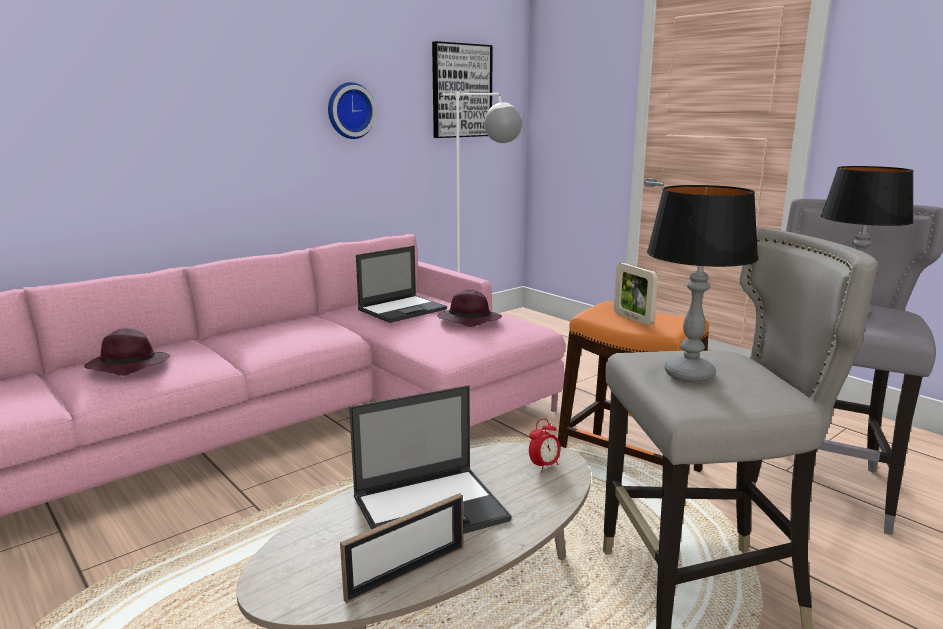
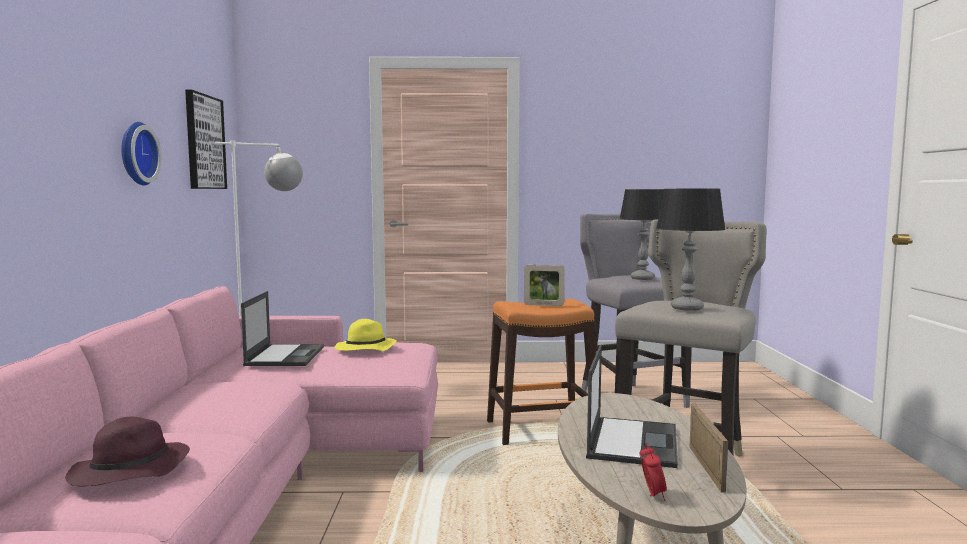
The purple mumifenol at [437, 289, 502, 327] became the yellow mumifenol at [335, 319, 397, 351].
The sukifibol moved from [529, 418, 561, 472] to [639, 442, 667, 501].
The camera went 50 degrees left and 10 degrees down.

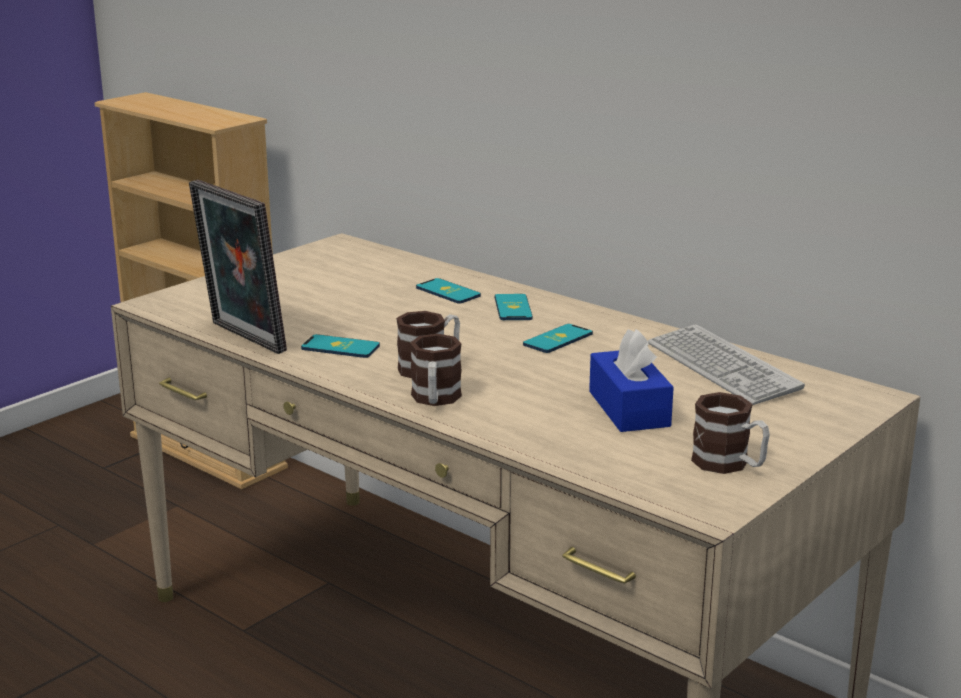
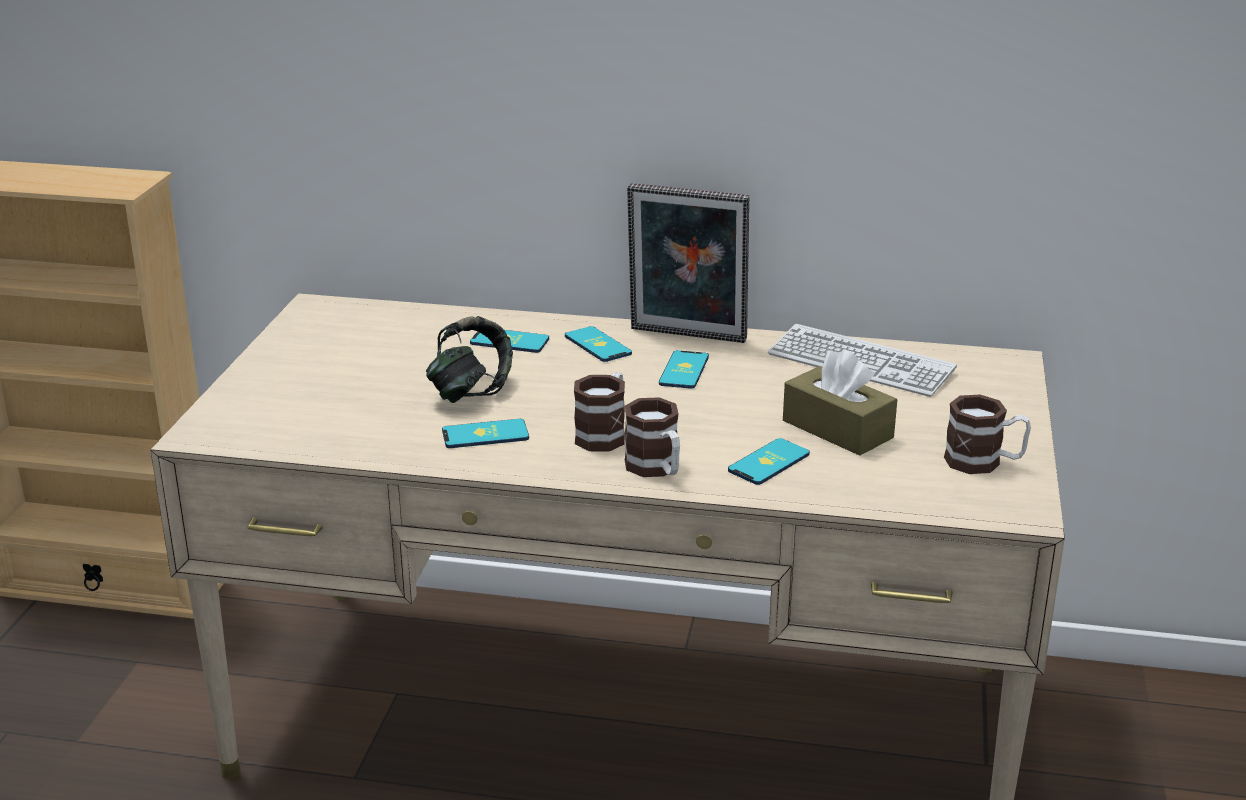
The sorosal moved from [189, 180, 287, 354] to [627, 183, 749, 343].
The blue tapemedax at [589, 329, 674, 432] became the brown tapemedax at [783, 349, 897, 456].
The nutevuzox at [426, 316, 513, 403] appeared.
The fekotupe at [728, 438, 810, 485] appeared.
The camera went 30 degrees left and 5 degrees up.

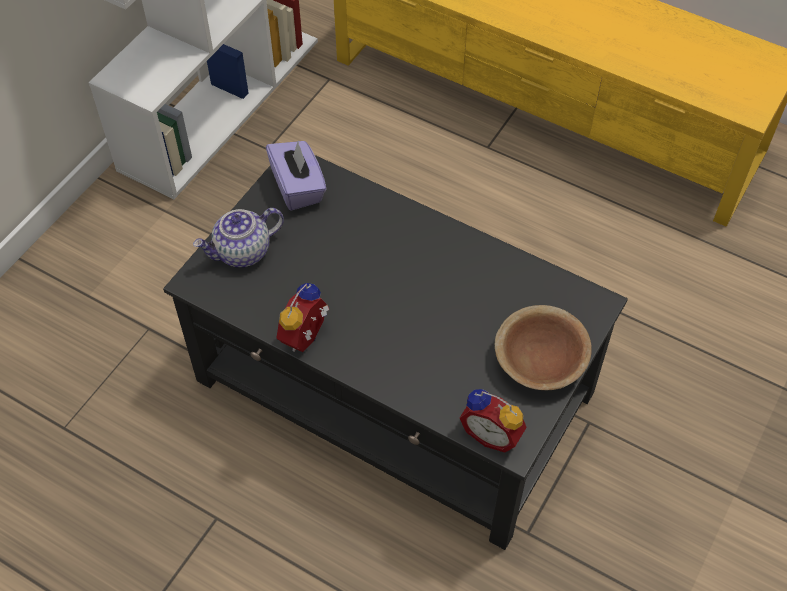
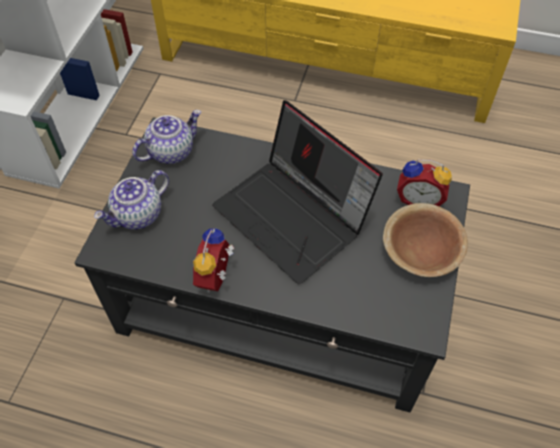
The purple tapemedax at [266, 141, 326, 211] was replaced by the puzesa at [132, 110, 201, 164].
The sukifibol moved from [460, 389, 527, 453] to [397, 160, 452, 206].
The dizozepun at [212, 100, 383, 284] appeared.
The camera went 15 degrees left and 0 degrees up.

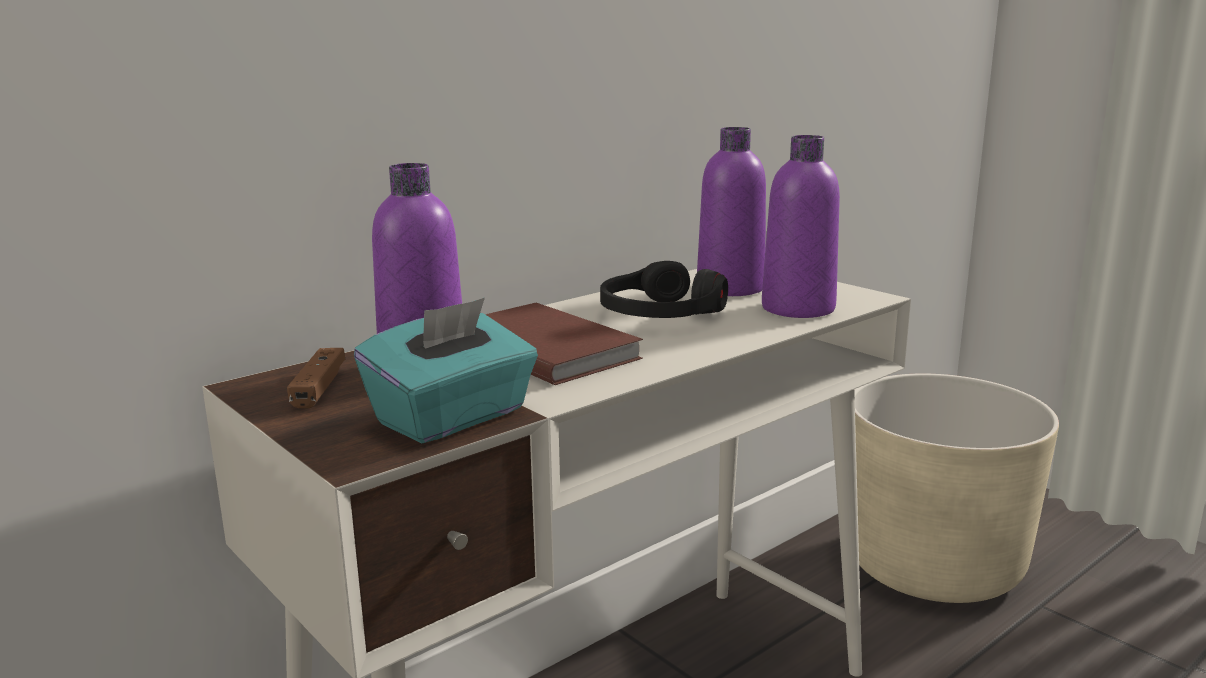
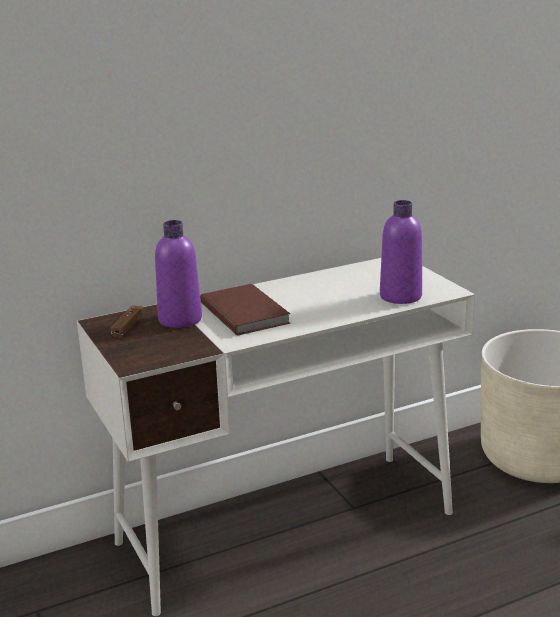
The turquoise tapemedax at [354, 298, 538, 443] disappeared.
The black nutevuzox at [600, 261, 728, 318] disappeared.
The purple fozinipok at [697, 127, 766, 296] disappeared.
The camera went 15 degrees right and 5 degrees up.

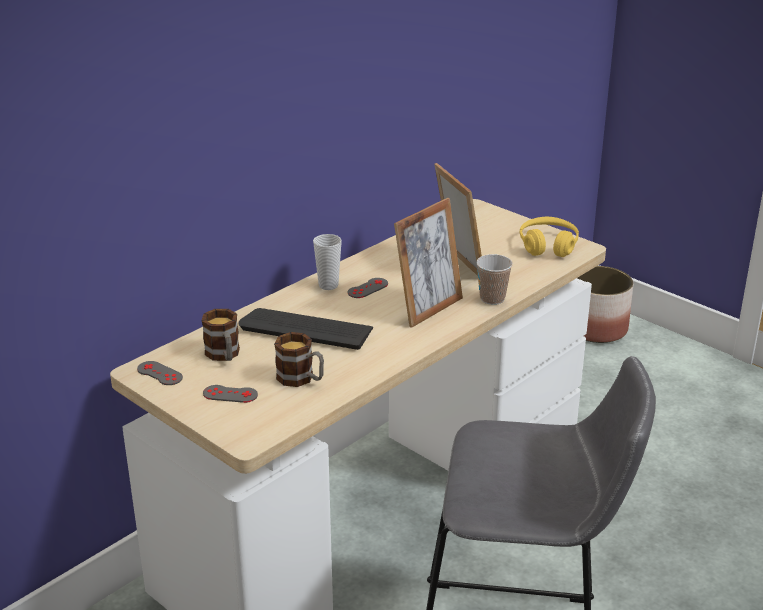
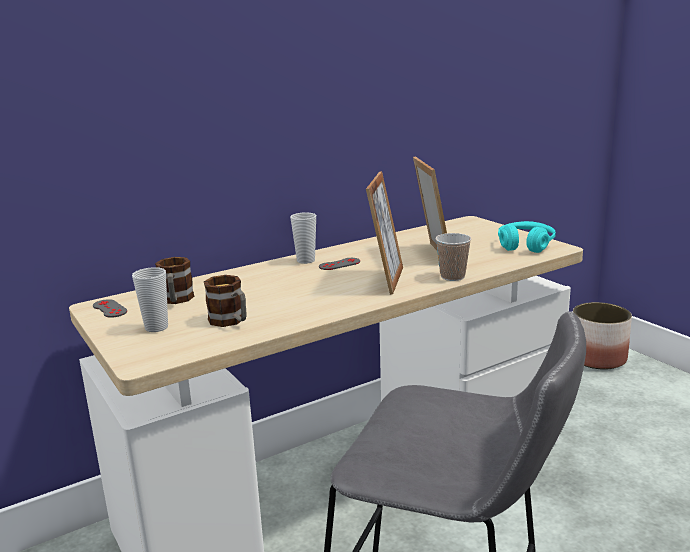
The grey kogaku at [203, 385, 258, 403] was replaced by the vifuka at [132, 267, 168, 332].
The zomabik at [238, 308, 373, 350] disappeared.
The sorosal at [394, 198, 463, 328] turned 45 degrees counterclockwise.
The yellow nutevuzox at [520, 217, 579, 257] became the turquoise nutevuzox at [498, 221, 556, 253].
The camera went 15 degrees right and 10 degrees down.

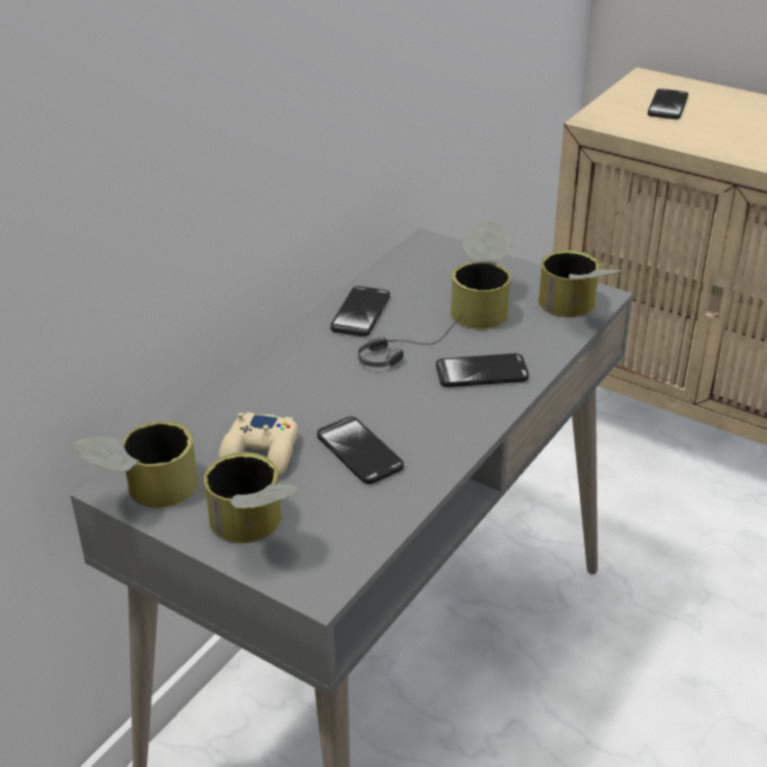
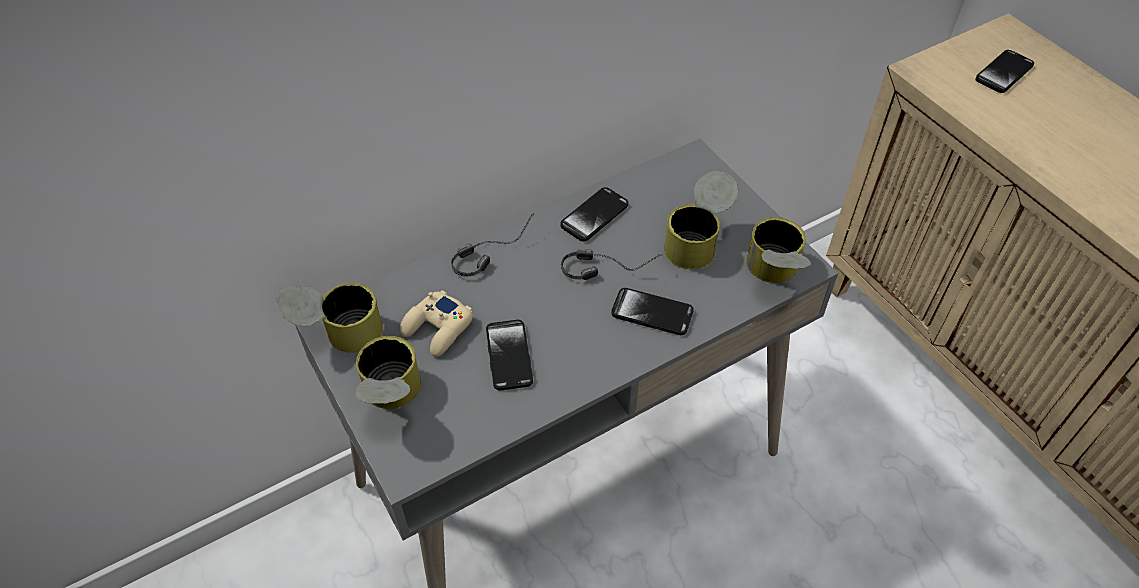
The nutevuzox at [451, 213, 534, 277] appeared.
The camera went 25 degrees right and 15 degrees up.

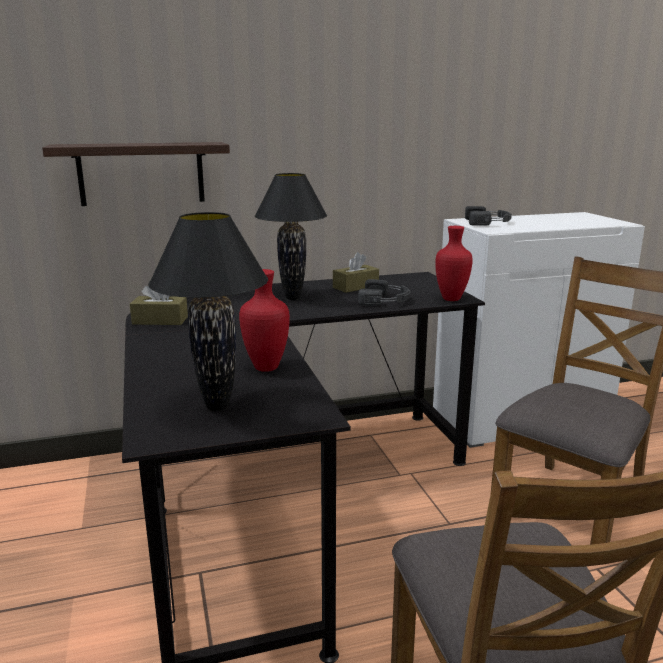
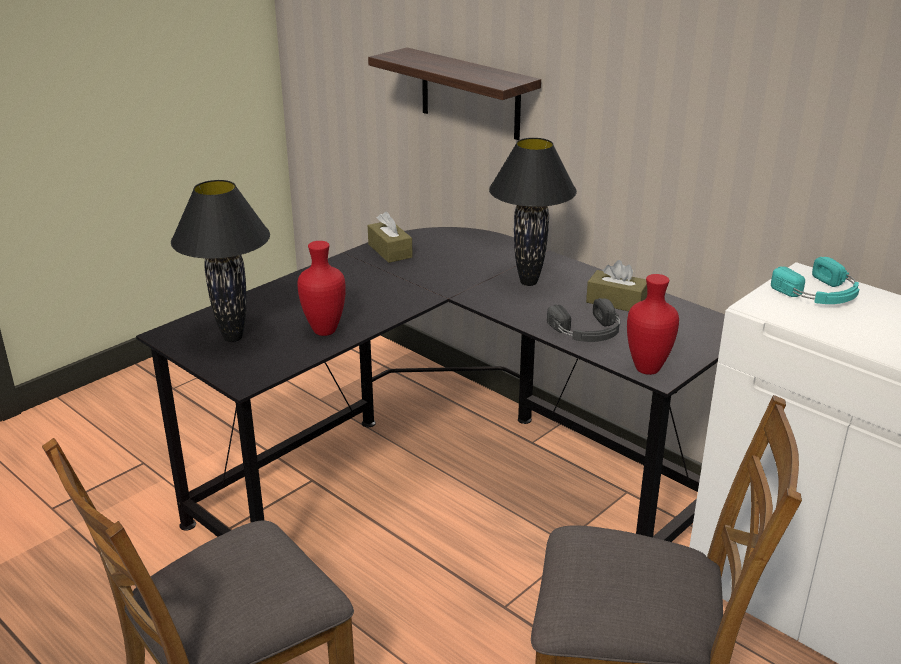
The black nutevuzox at [465, 206, 512, 226] became the turquoise nutevuzox at [771, 257, 859, 304].
The camera went 60 degrees right and 10 degrees up.

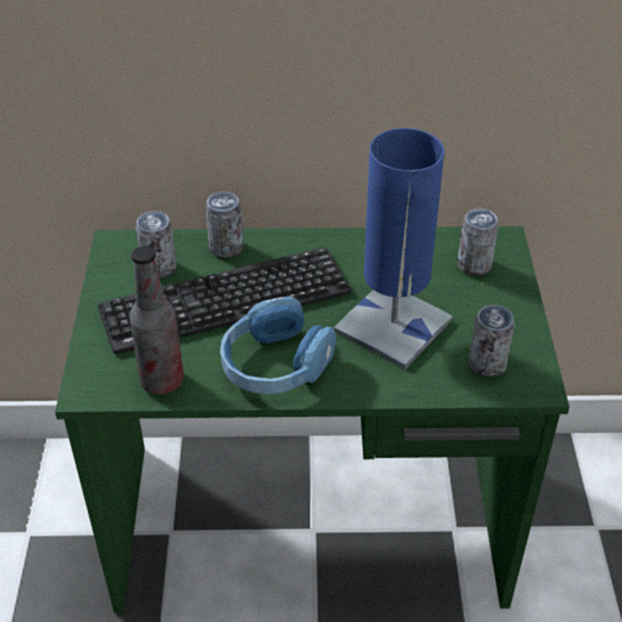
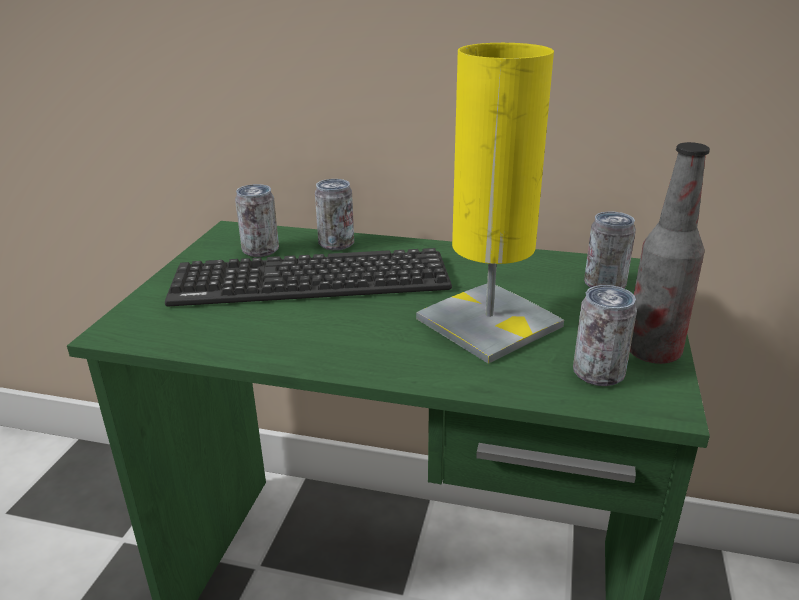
The fozinipok moved from [129, 246, 184, 395] to [630, 142, 710, 364].
The blue nutevuzox at [220, 296, 336, 394] disappeared.
The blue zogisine at [334, 128, 452, 369] became the yellow zogisine at [416, 43, 564, 364].
The camera went 15 degrees right and 15 degrees down.

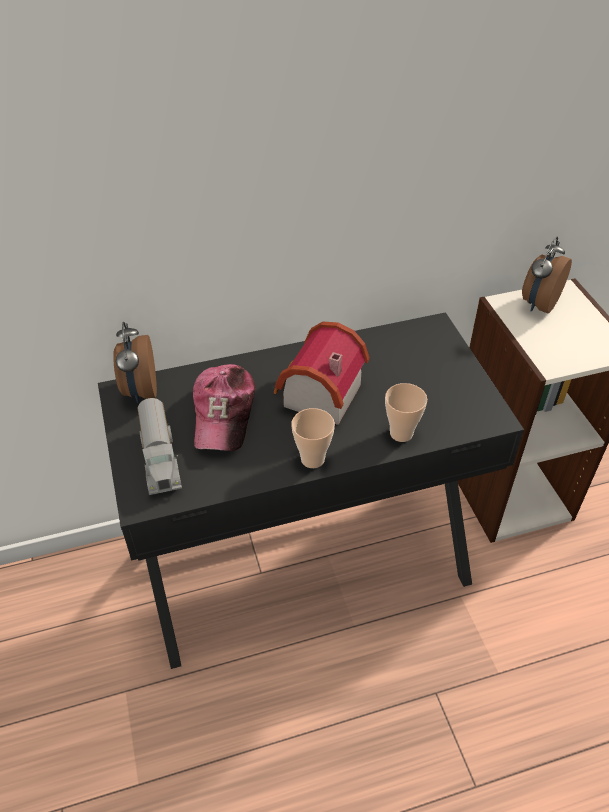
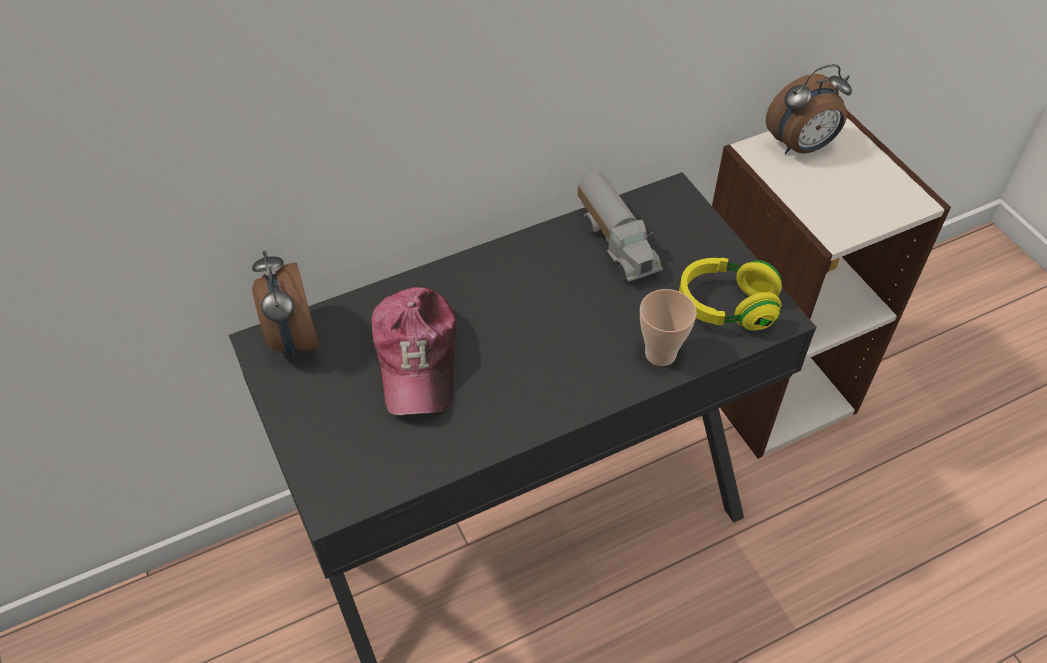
The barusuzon moved from [137, 398, 182, 495] to [577, 172, 663, 282].
The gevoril at [274, 322, 370, 425] disappeared.
The vifuka at [291, 408, 335, 468] disappeared.
The sukifibol at [522, 237, 572, 313] turned 135 degrees counterclockwise.
The yellow nutevuzox at [679, 258, 782, 331] appeared.
The camera went 10 degrees left and 5 degrees up.

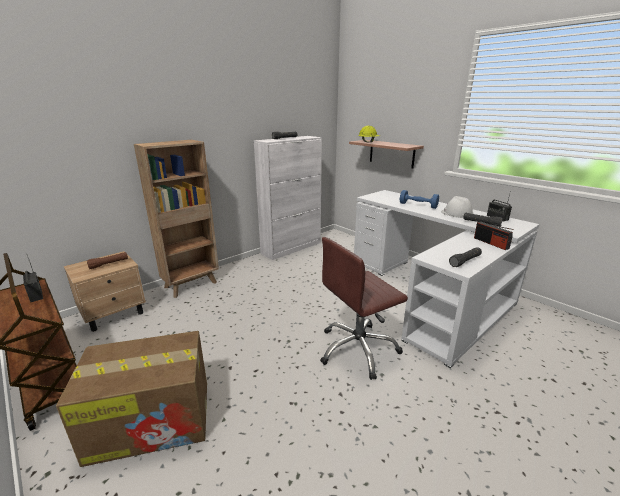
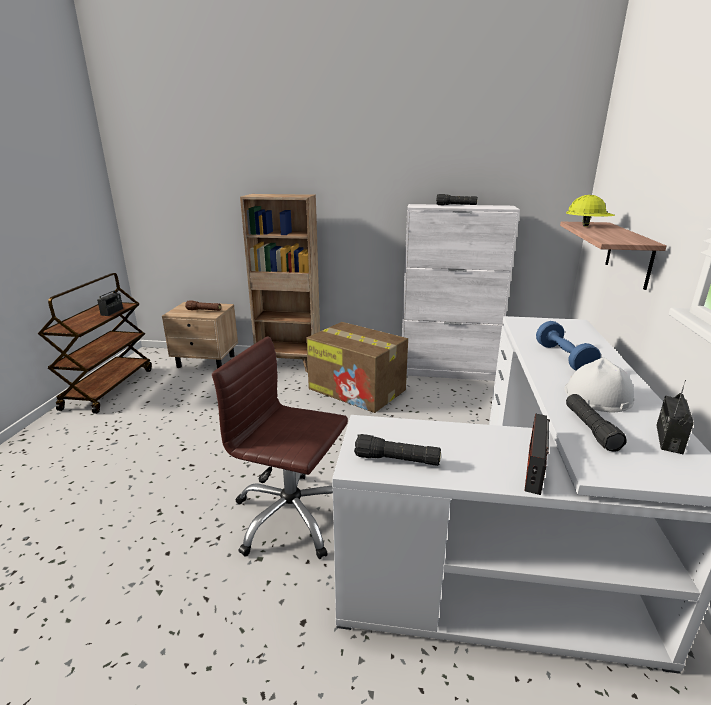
The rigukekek moved from [56, 331, 207, 467] to [306, 322, 408, 413].
The camera went 50 degrees right and 0 degrees up.

